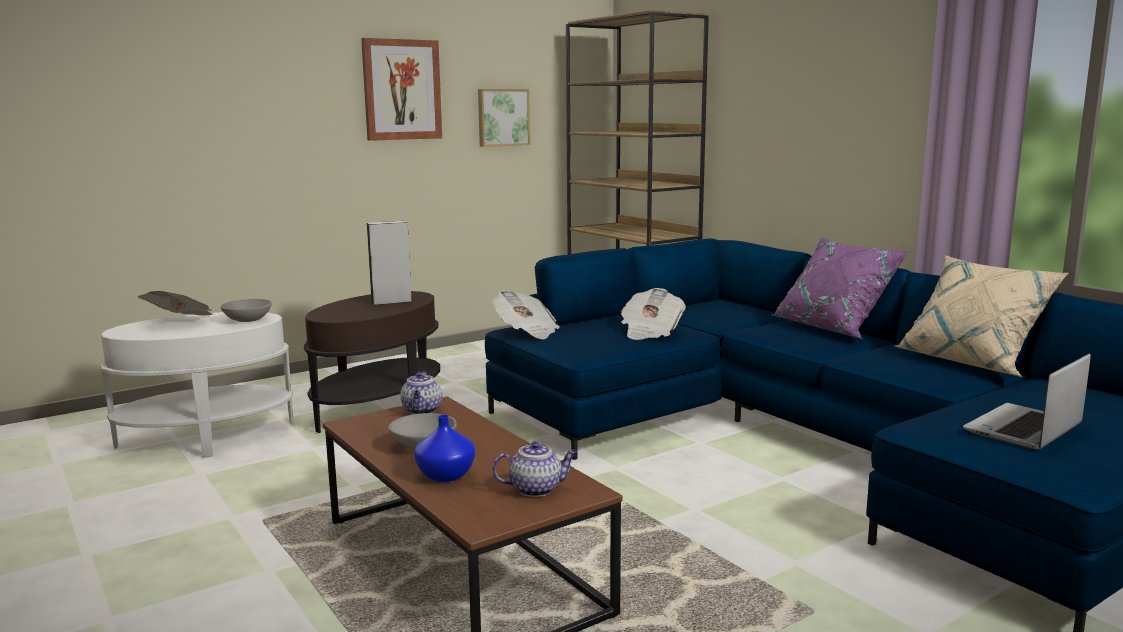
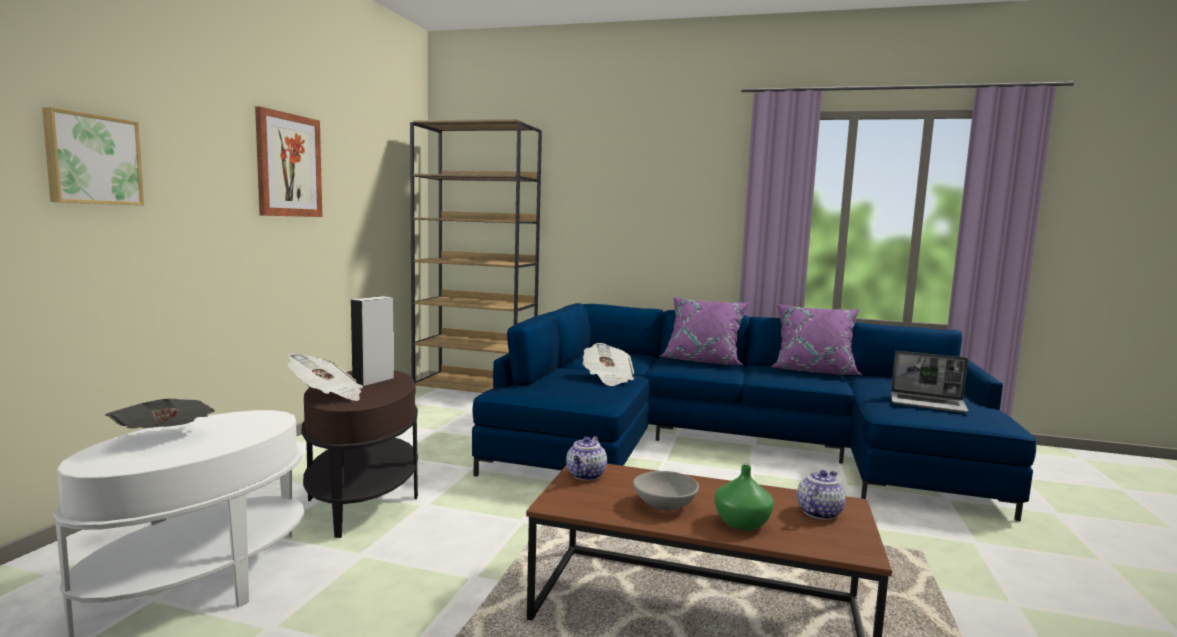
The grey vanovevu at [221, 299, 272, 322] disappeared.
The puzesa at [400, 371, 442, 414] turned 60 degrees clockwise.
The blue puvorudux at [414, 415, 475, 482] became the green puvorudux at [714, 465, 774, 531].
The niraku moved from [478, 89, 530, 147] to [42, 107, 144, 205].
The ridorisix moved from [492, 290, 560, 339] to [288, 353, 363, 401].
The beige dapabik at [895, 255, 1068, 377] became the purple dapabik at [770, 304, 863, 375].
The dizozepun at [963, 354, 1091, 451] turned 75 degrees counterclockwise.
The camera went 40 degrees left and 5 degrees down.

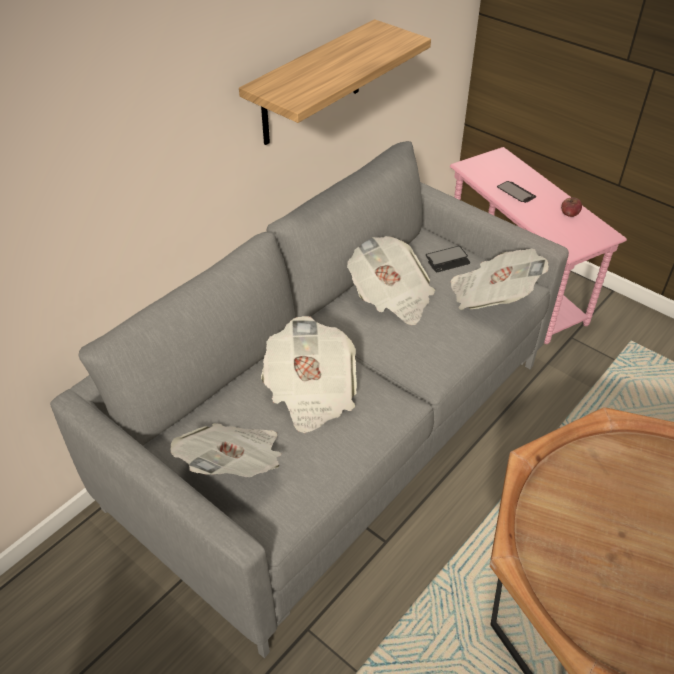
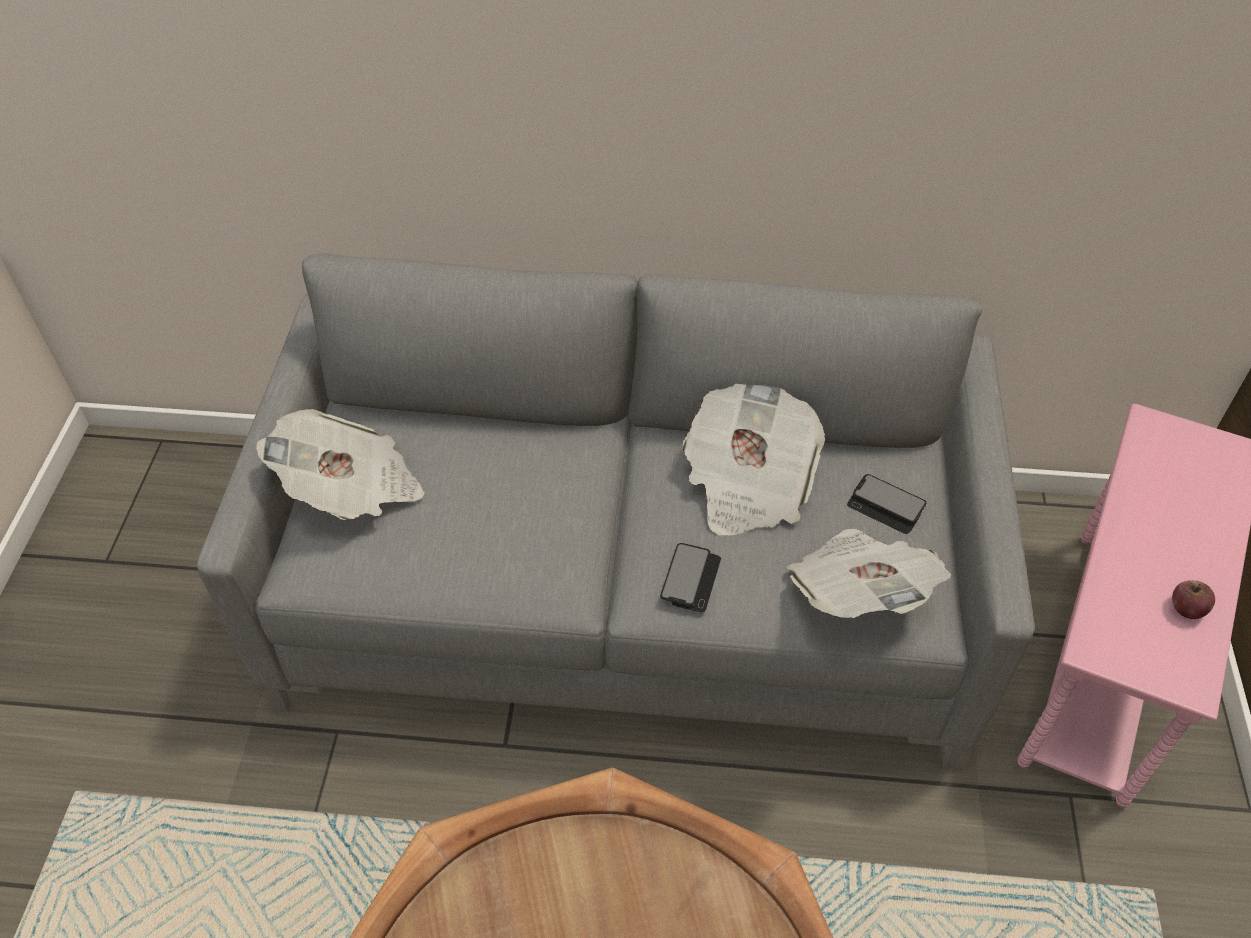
The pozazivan at [239, 19, 431, 145] disappeared.
The ridorisix at [261, 316, 357, 433] disappeared.
The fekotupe moved from [497, 181, 536, 203] to [660, 543, 721, 612].
The camera went 55 degrees right and 5 degrees up.

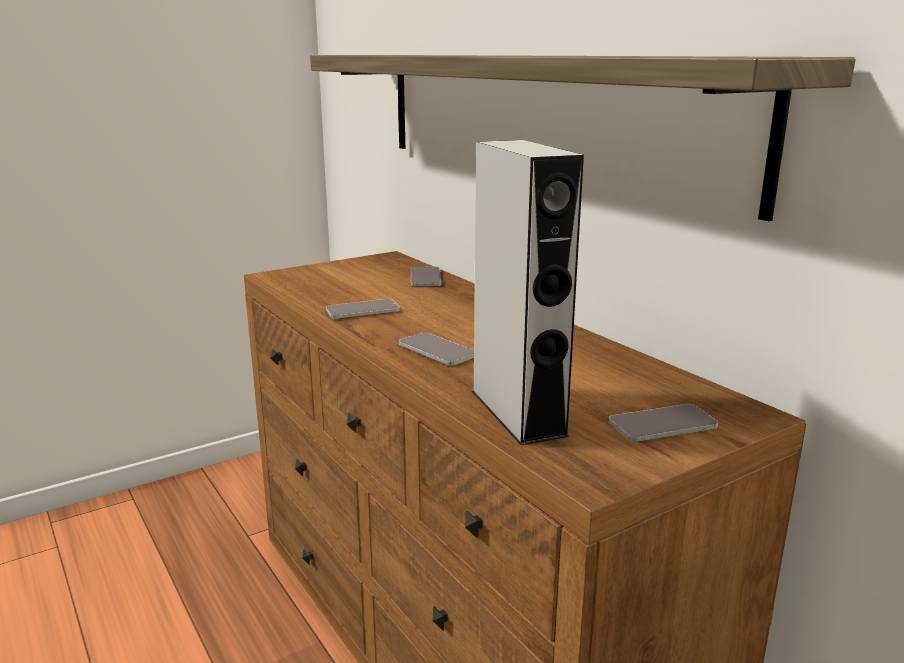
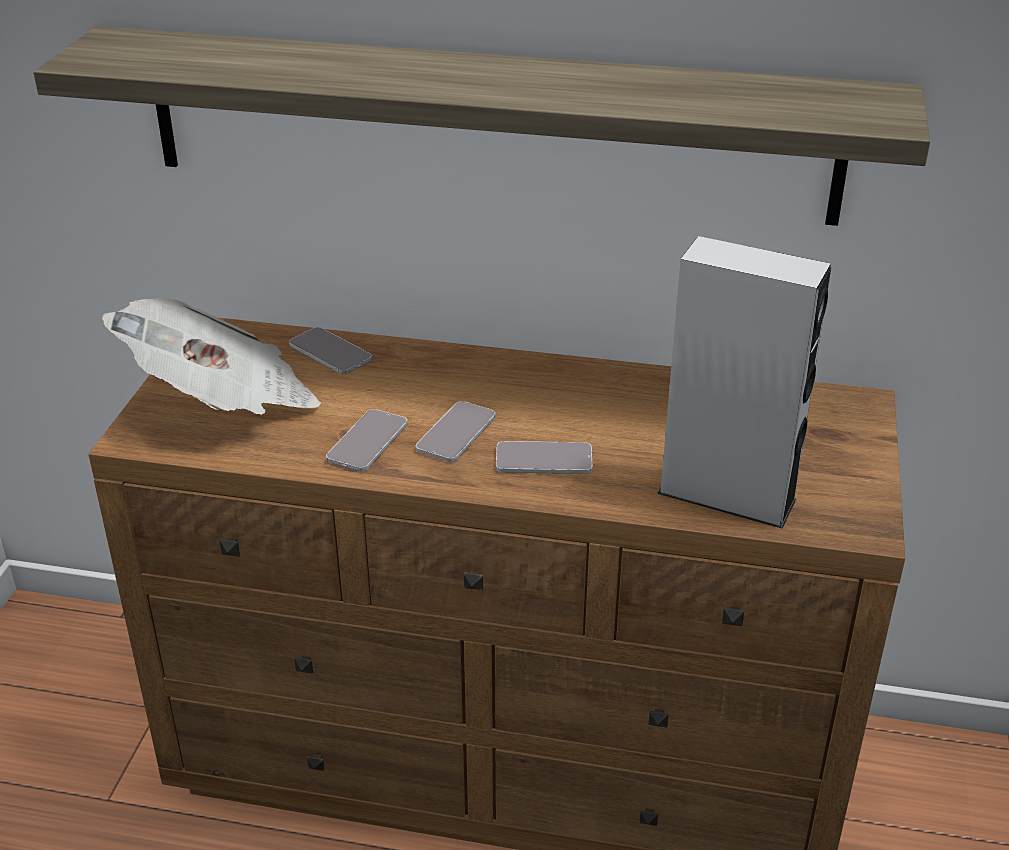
The fekotupe moved from [609, 404, 718, 442] to [416, 401, 496, 462].
The ridorisix at [102, 298, 321, 415] appeared.
The camera went 45 degrees left and 15 degrees up.

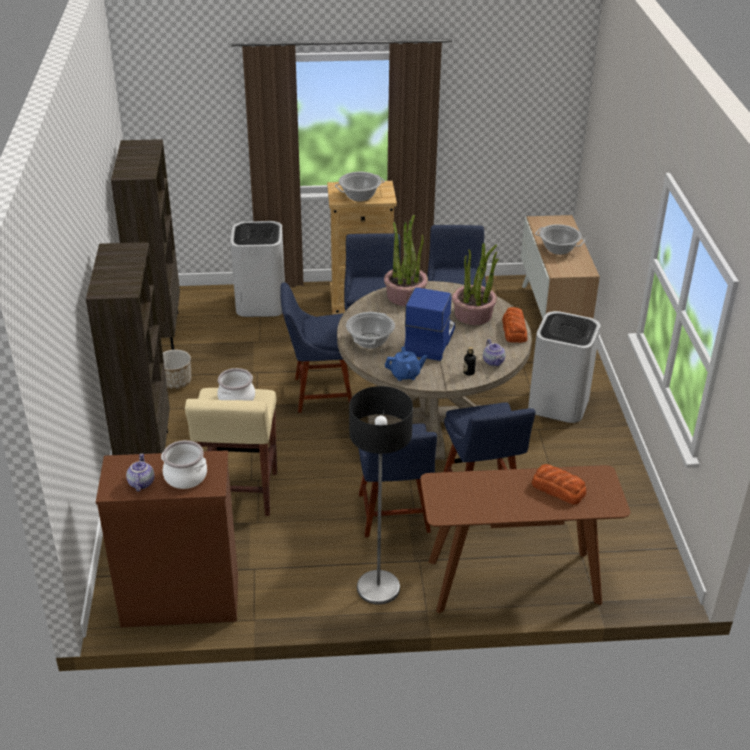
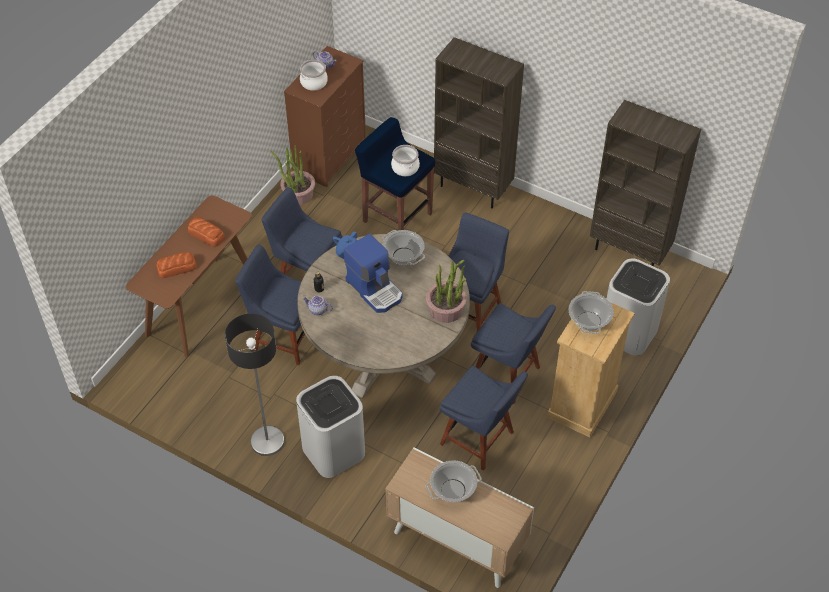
The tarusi at [163, 350, 191, 389] disappeared.
The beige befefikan at [185, 388, 277, 516] became the blue befefikan at [355, 117, 435, 231].
The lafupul moved from [349, 386, 413, 605] to [225, 313, 285, 456].
The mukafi moved from [452, 243, 499, 325] to [271, 146, 315, 205].
The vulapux moved from [502, 307, 528, 343] to [188, 217, 225, 247].
The camera went 125 degrees right and 15 degrees up.

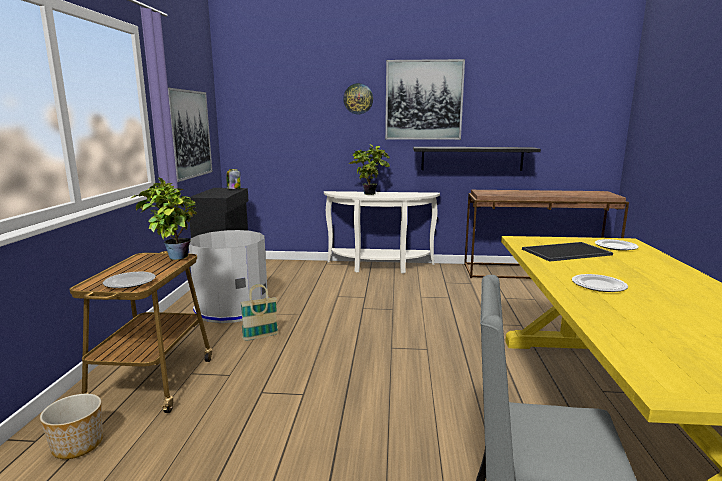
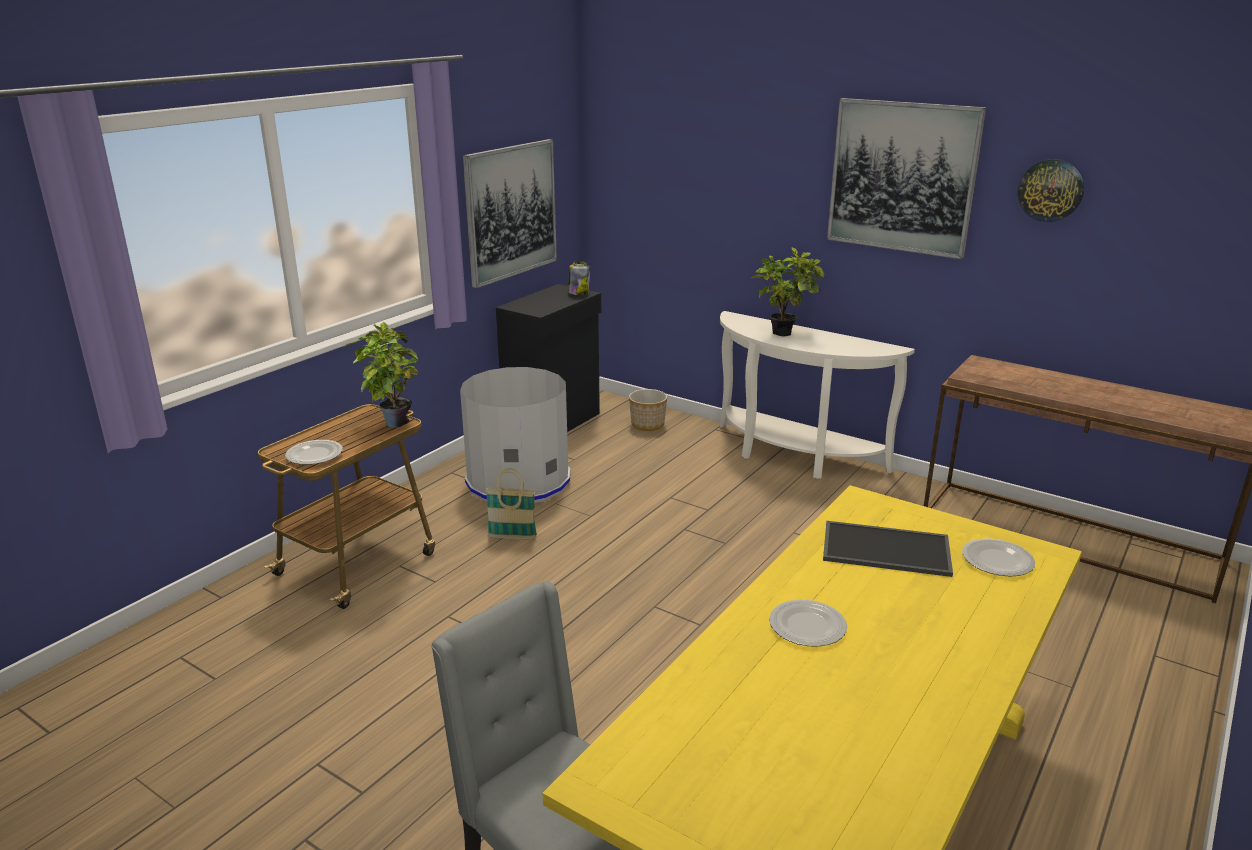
The tarusi moved from [40, 394, 103, 459] to [629, 389, 667, 431].
The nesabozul moved from [343, 83, 373, 114] to [1017, 159, 1084, 222].
The black pozazivan at [413, 147, 541, 171] disappeared.
The camera went 30 degrees right and 10 degrees up.

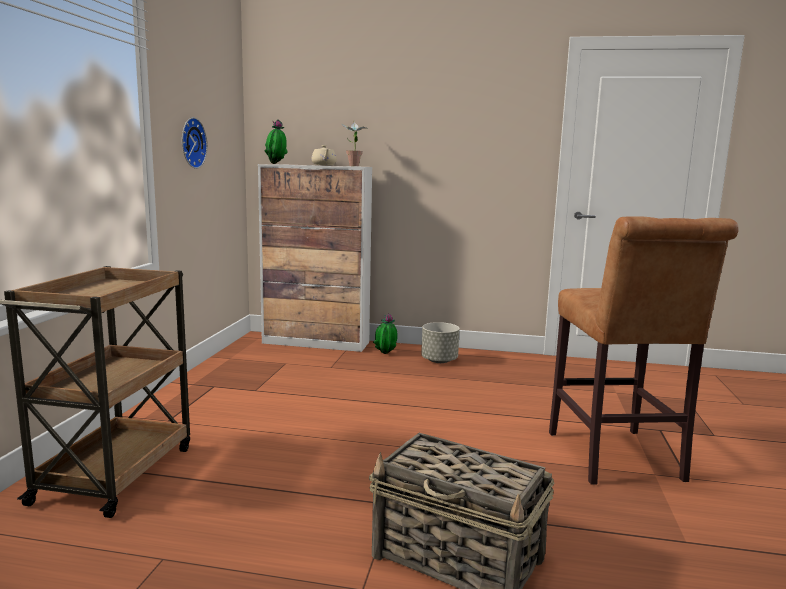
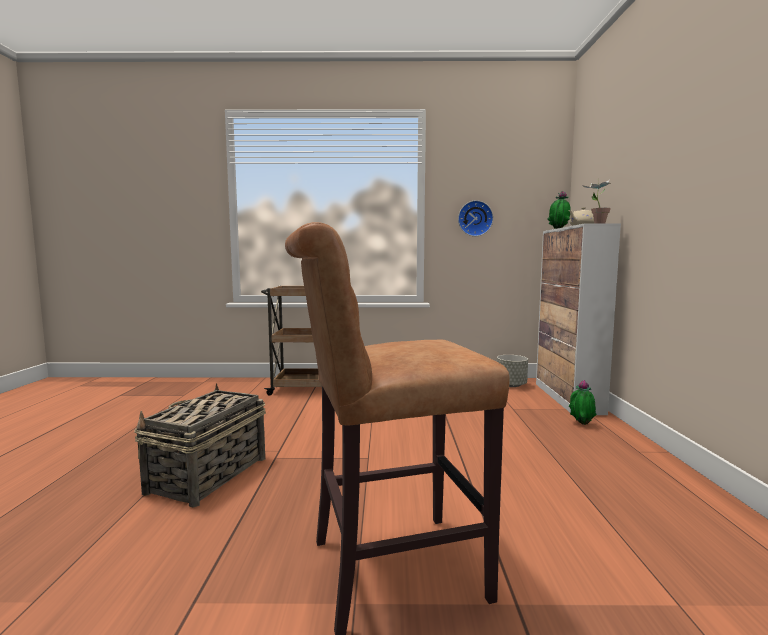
The grey tarusi moved from [421, 322, 460, 363] to [497, 355, 528, 387].
The camera went 80 degrees right and 5 degrees down.

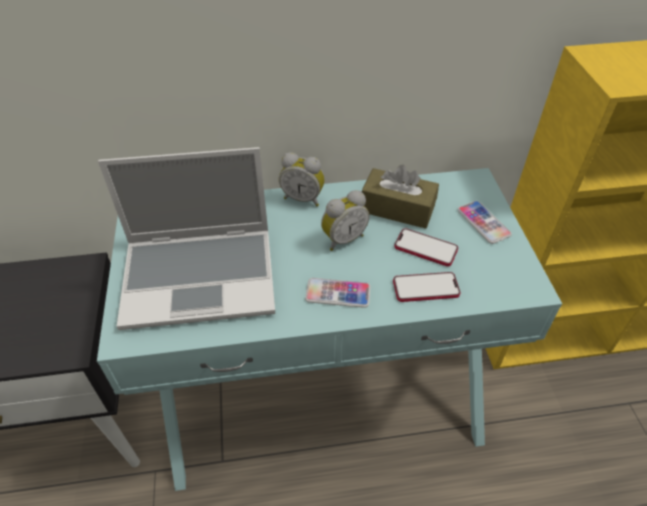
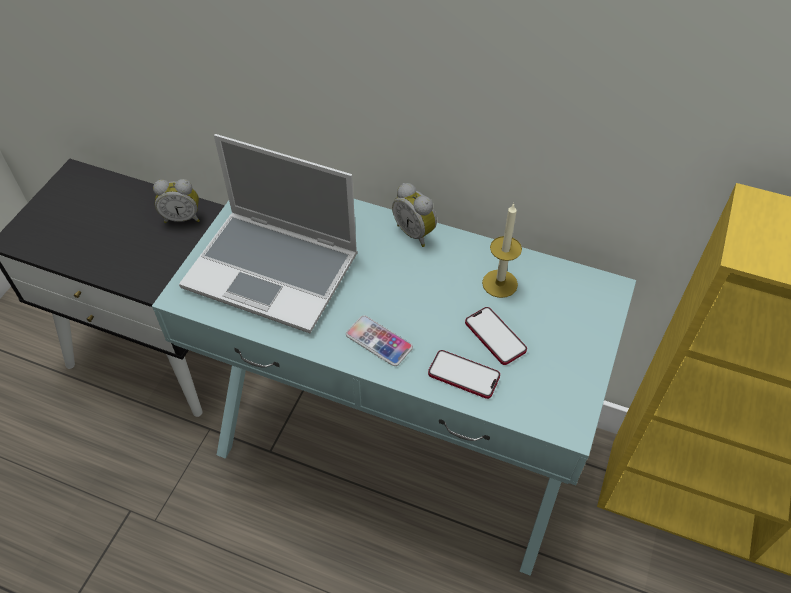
The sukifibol moved from [321, 190, 369, 251] to [153, 179, 200, 223].
The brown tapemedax at [362, 165, 439, 229] was replaced by the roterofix at [482, 203, 522, 298].
The fekotupe at [457, 201, 512, 244] disappeared.
The camera went 30 degrees right and 5 degrees up.

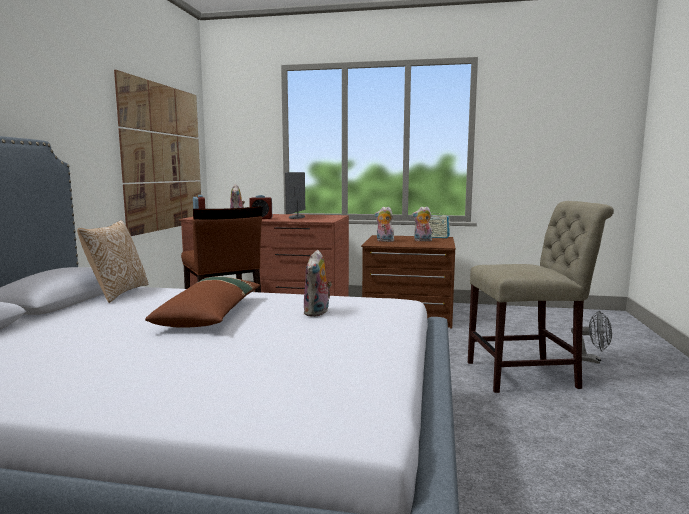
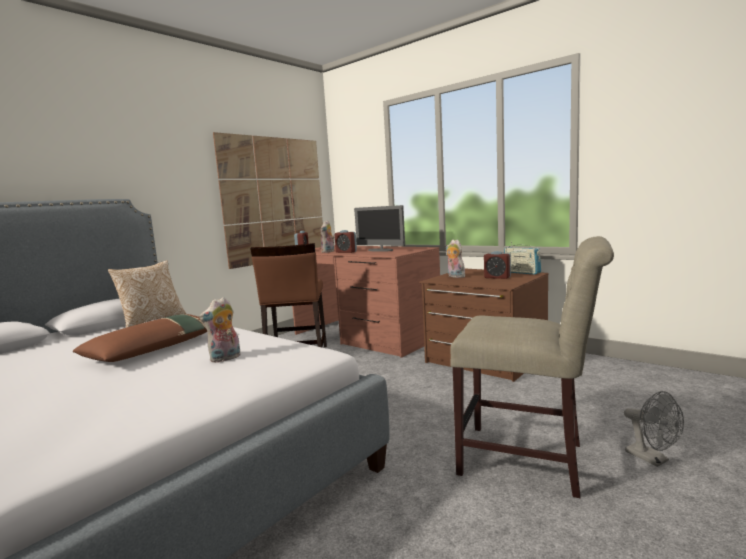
The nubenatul at [285, 172, 305, 219] turned 90 degrees counterclockwise.
The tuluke at [412, 206, 432, 241] was replaced by the sukifibol at [484, 251, 511, 279].
The camera went 30 degrees right and 0 degrees up.

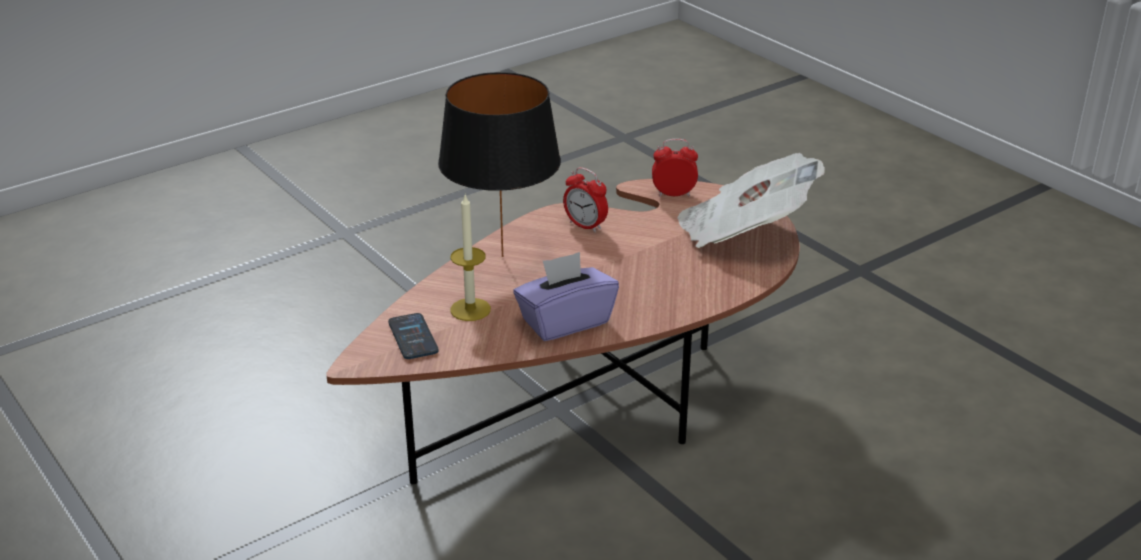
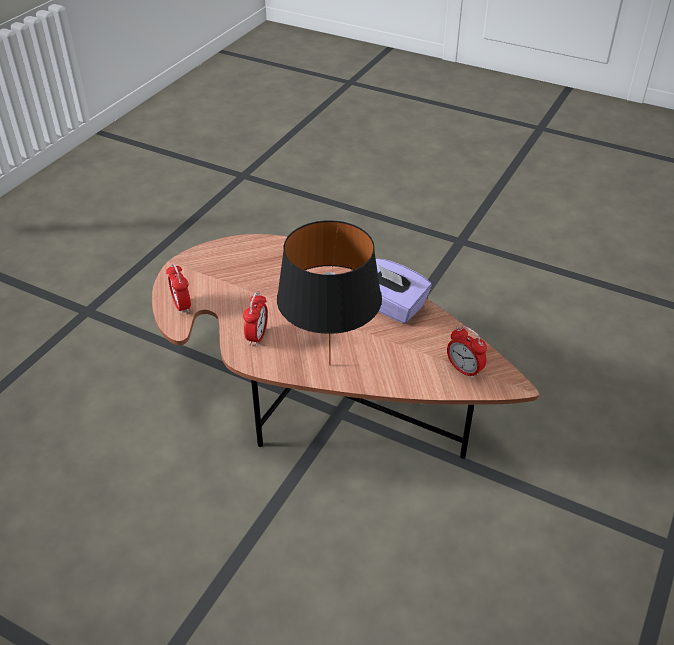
The fekotupe at [388, 313, 439, 359] was replaced by the sukifibol at [447, 326, 487, 379].
The roterofix at [450, 195, 491, 321] disappeared.
The ridorisix at [677, 153, 825, 248] disappeared.
The camera went 115 degrees left and 10 degrees up.

